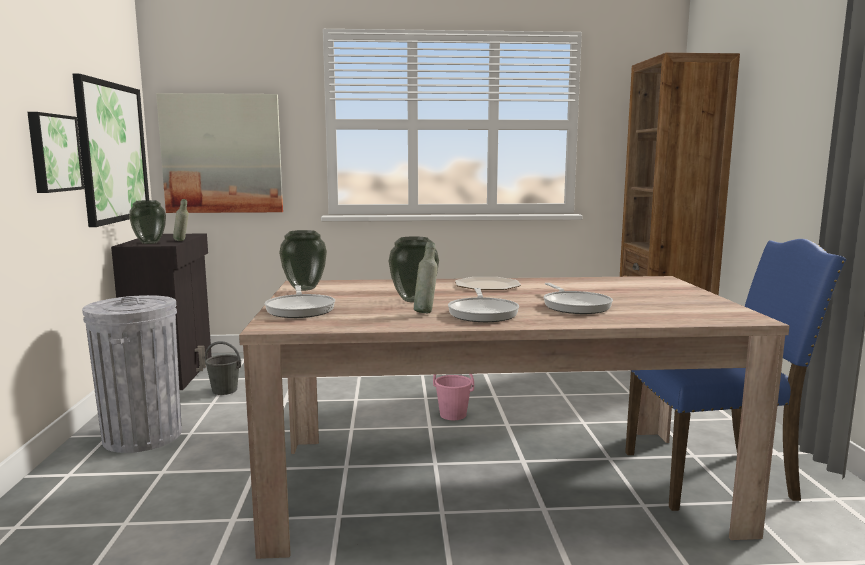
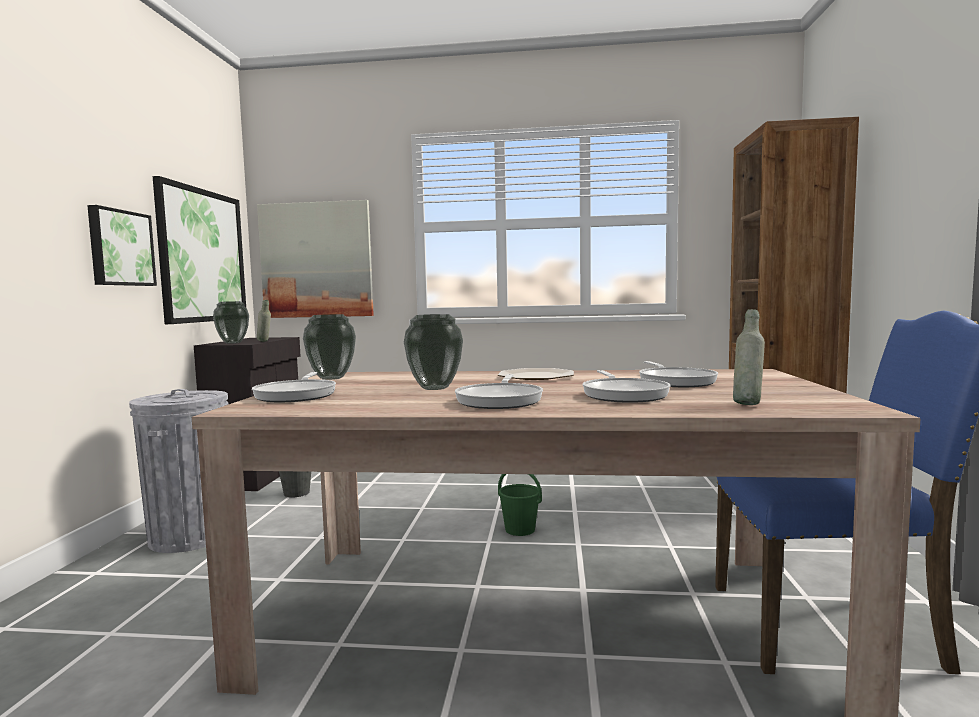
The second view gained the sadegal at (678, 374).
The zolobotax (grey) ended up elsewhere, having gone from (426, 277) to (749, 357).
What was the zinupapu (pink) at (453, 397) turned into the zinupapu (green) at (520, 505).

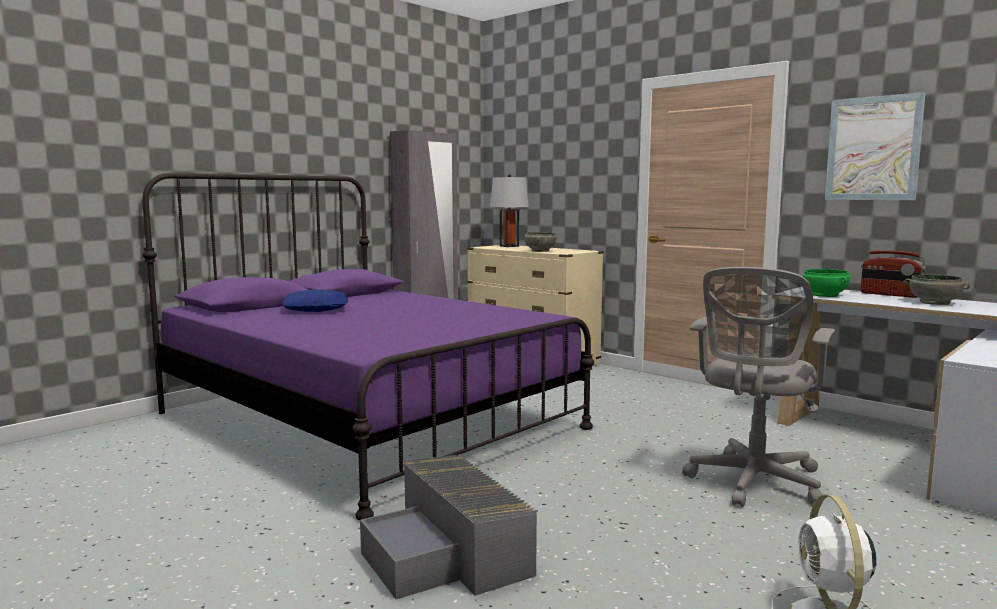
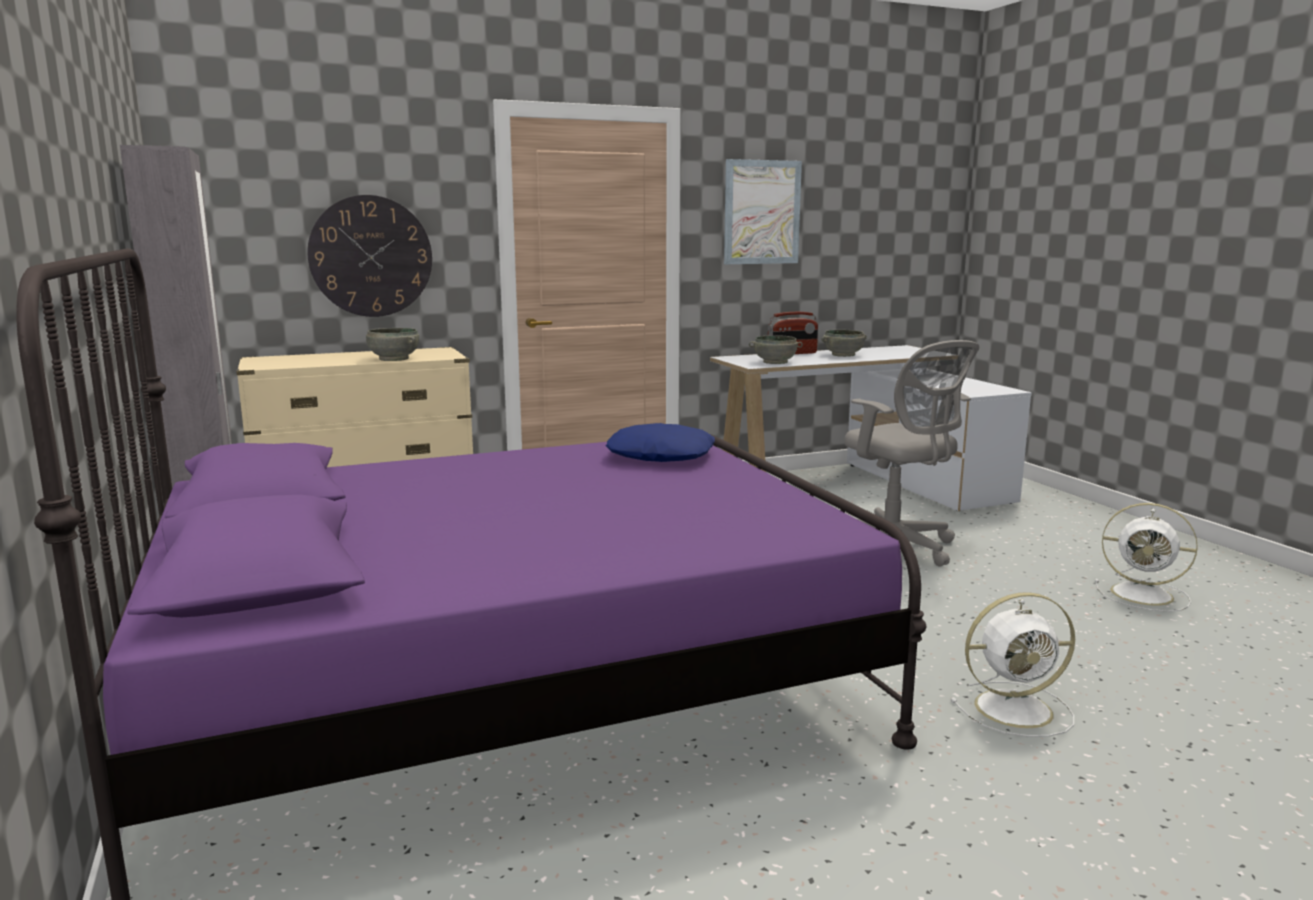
The second view lost the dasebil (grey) at (509, 210).
The second view gained the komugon at (370, 256).
The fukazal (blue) ended up elsewhere, having gone from (315, 300) to (660, 442).
Where the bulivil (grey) stood at (449, 527), the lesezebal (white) came to stand at (1012, 664).
What was the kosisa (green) at (826, 283) turned into the kosisa (grey) at (776, 349).

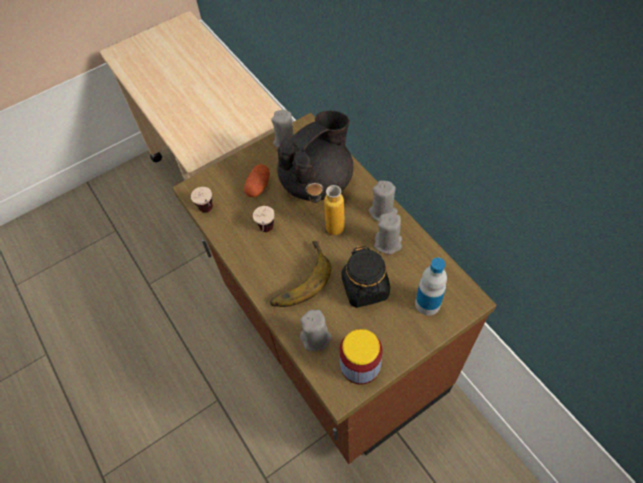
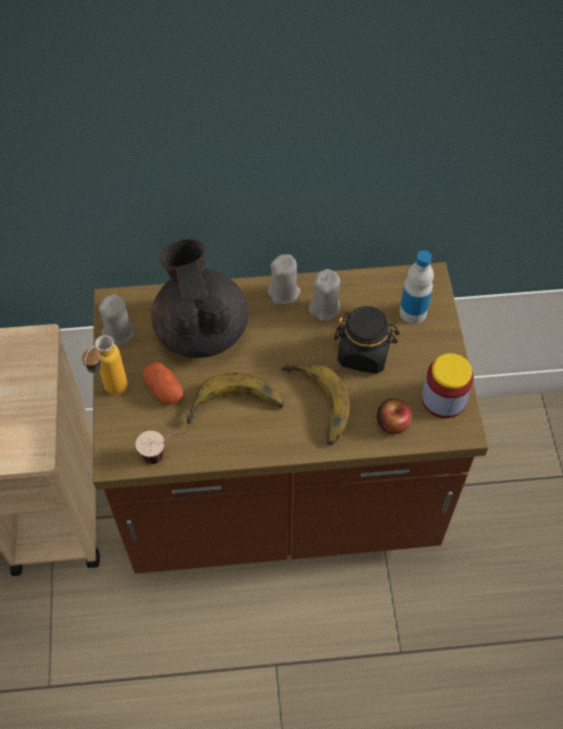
The zolobotax ended up elsewhere, having gone from (325, 209) to (104, 364).
Where the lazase stood at (264, 219), the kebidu came to stand at (235, 398).
Where the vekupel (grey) stood at (316, 330), the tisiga came to stand at (394, 416).

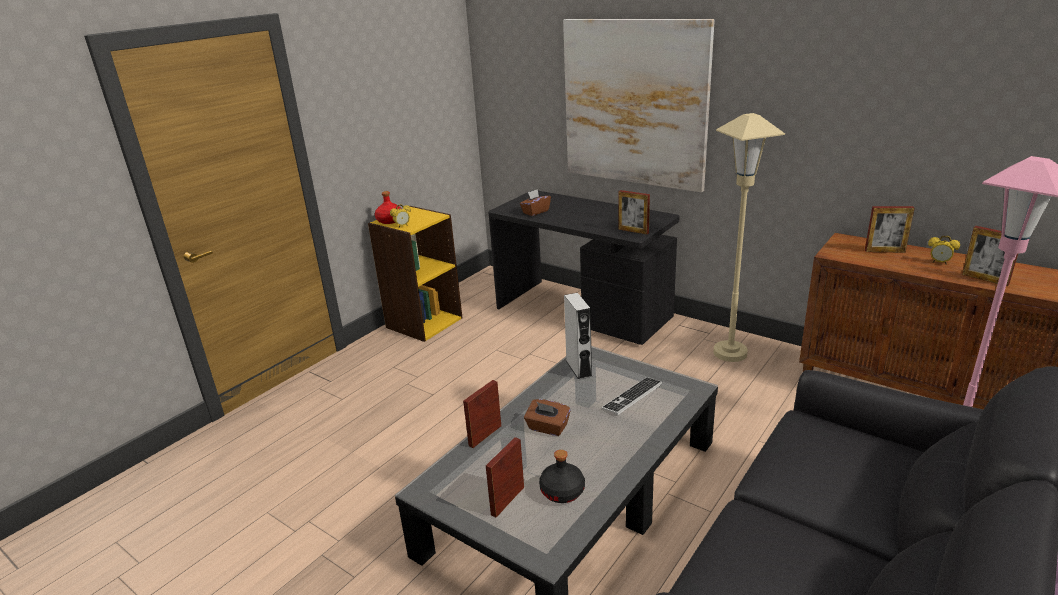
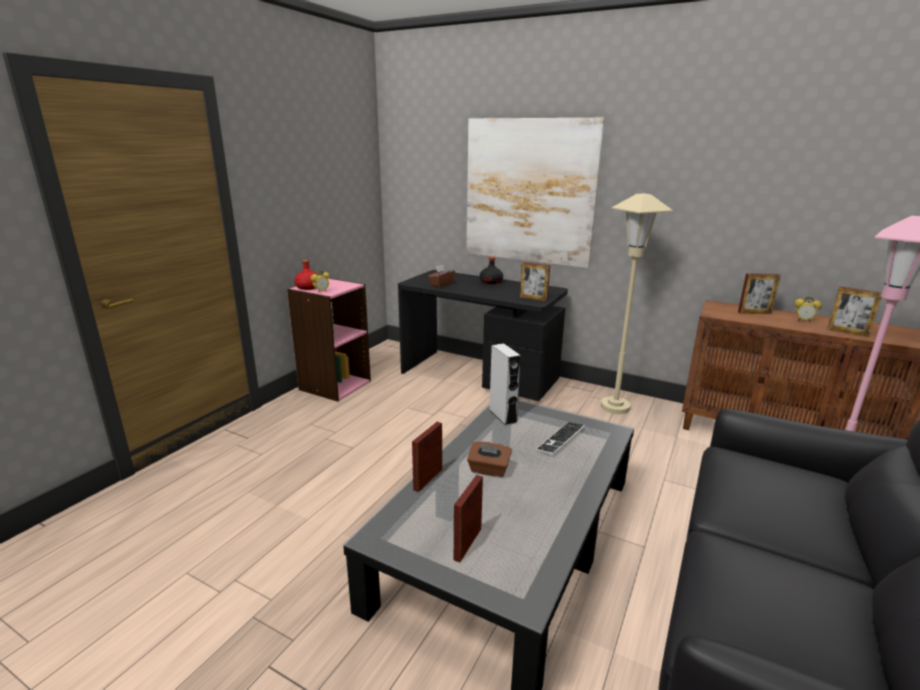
The zolobotax (black) ended up elsewhere, having gone from (562, 476) to (491, 270).
What was the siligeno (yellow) at (415, 274) turned into the siligeno (pink) at (329, 340).

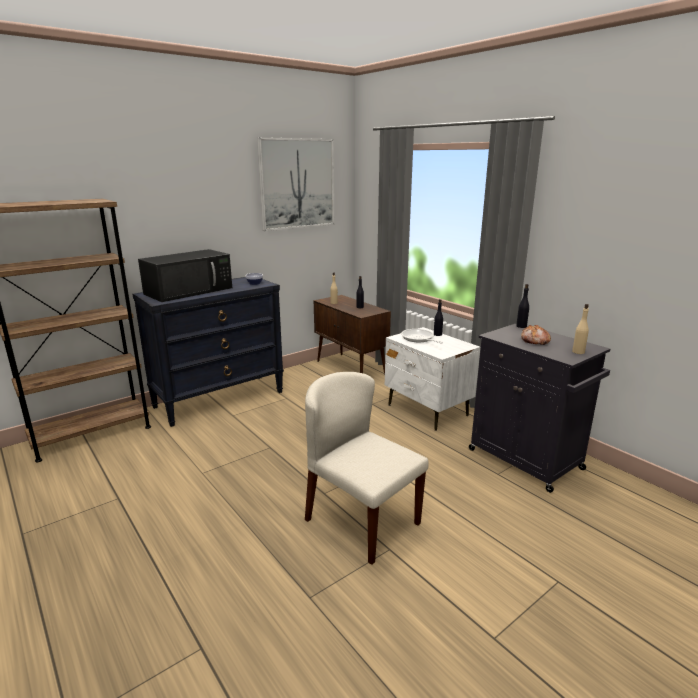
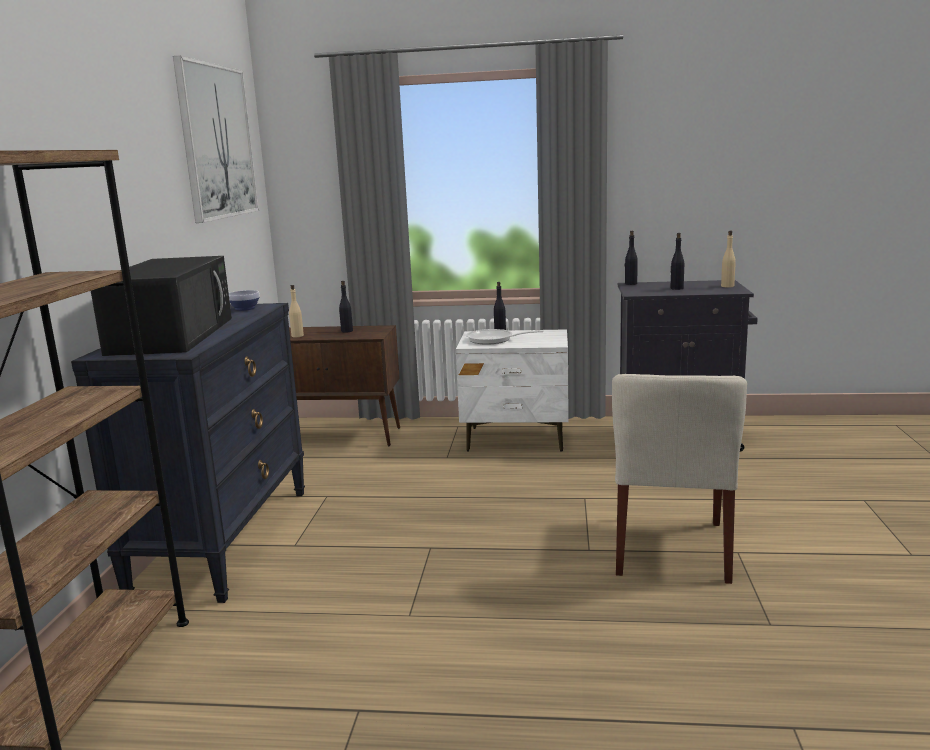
Where the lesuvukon stood at (536, 335), the zolobotax (black) came to stand at (677, 261).
The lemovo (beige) at (367, 468) ended up facing another way, 75 degrees counterclockwise from before.

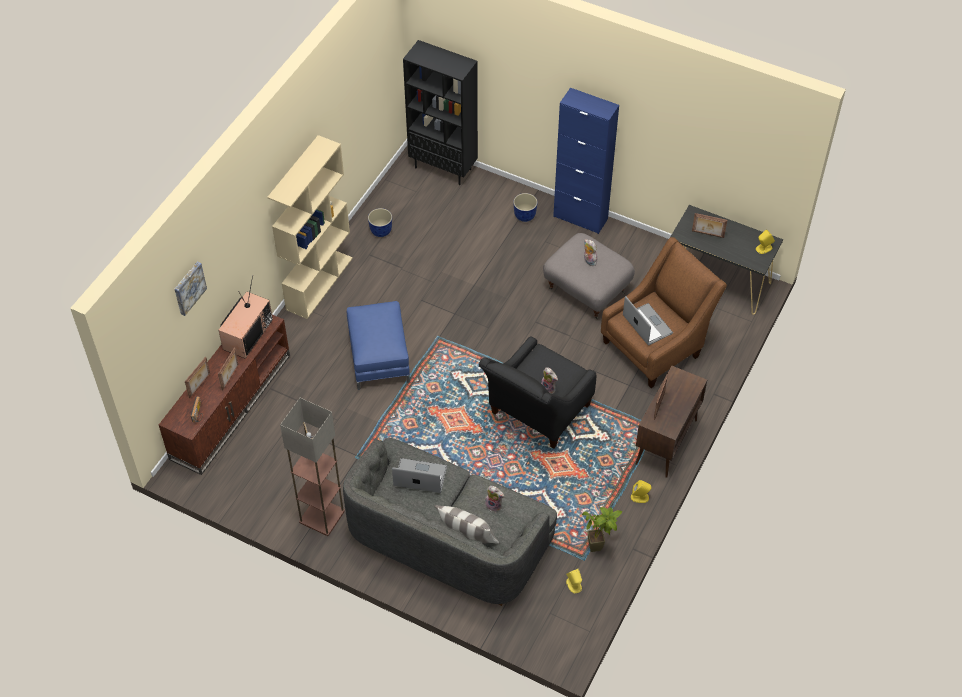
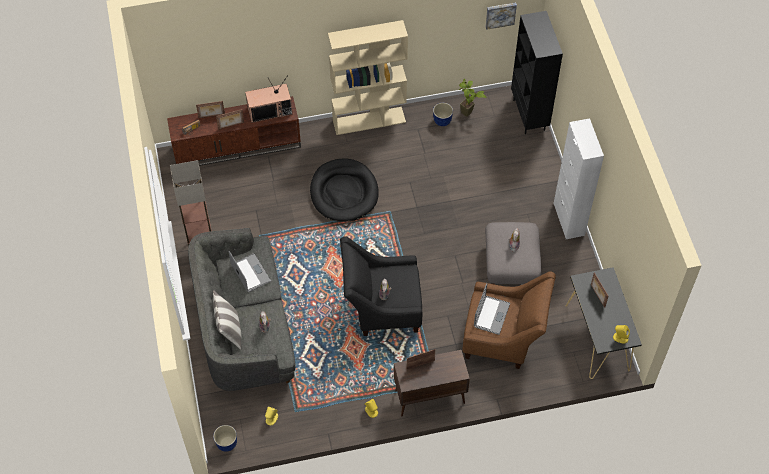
The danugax ended up elsewhere, having gone from (191, 289) to (501, 16).
The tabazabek ended up elsewhere, having gone from (525, 207) to (225, 438).
The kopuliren ended up elsewhere, having gone from (602, 529) to (473, 98).
Where the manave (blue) stood at (378, 345), the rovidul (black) came to stand at (344, 190).
What was the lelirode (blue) at (586, 161) turned into the lelirode (white) at (578, 178).

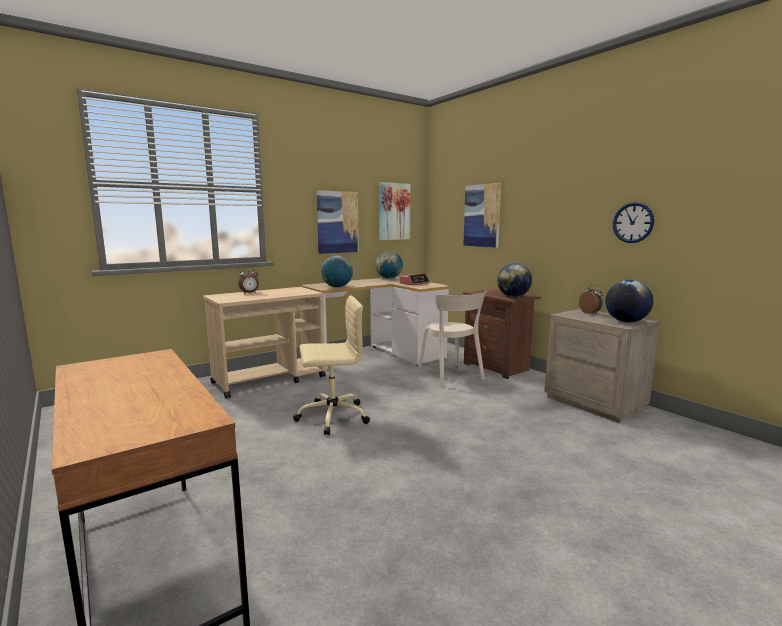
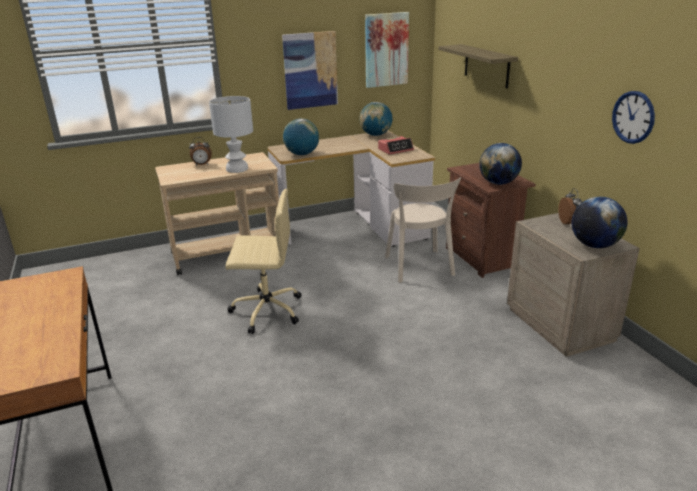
The second view gained the dasebil (white) at (231, 134).
Where the danugax hung at (482, 215), the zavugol came to hang at (478, 66).

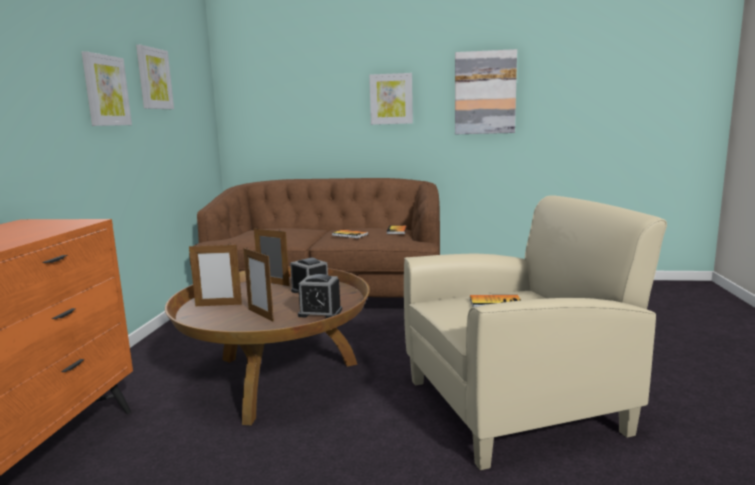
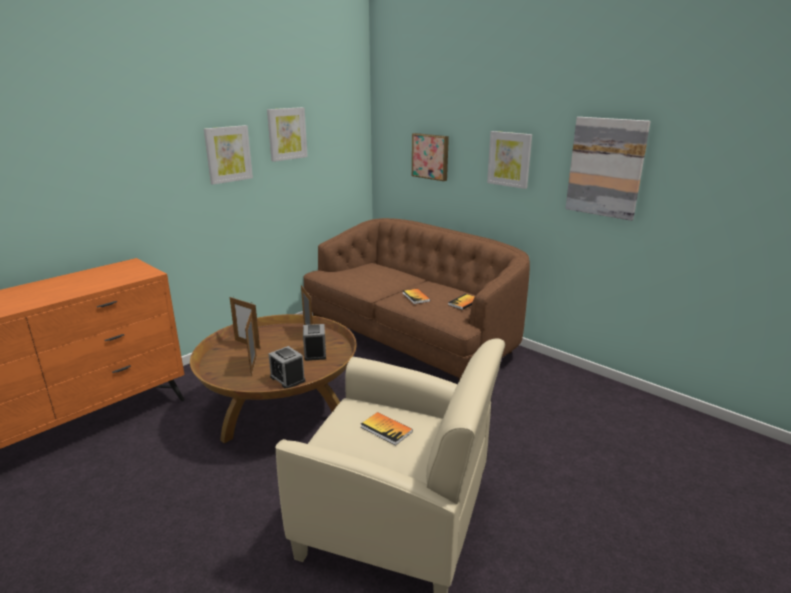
The second view gained the danugax at (430, 157).

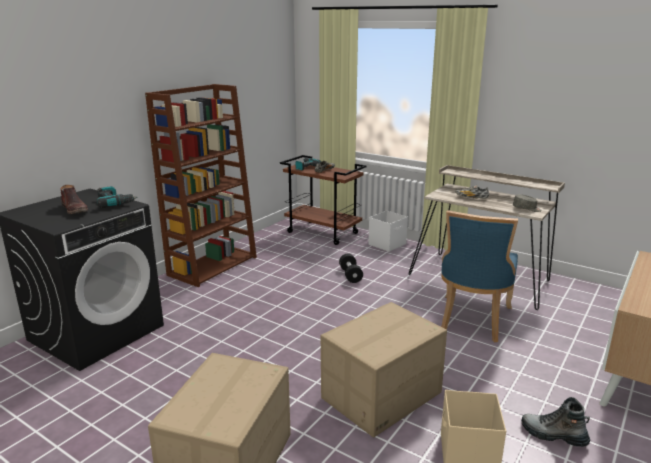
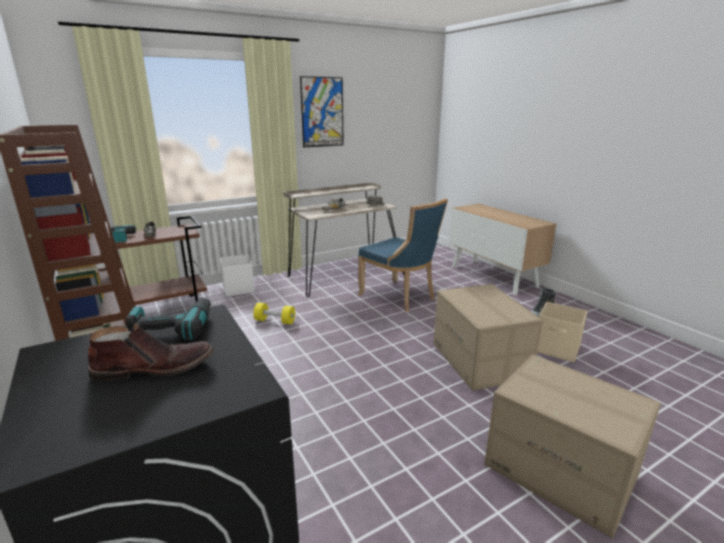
The second view gained the danugax at (322, 111).
What was the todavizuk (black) at (351, 268) turned into the todavizuk (yellow) at (274, 313).

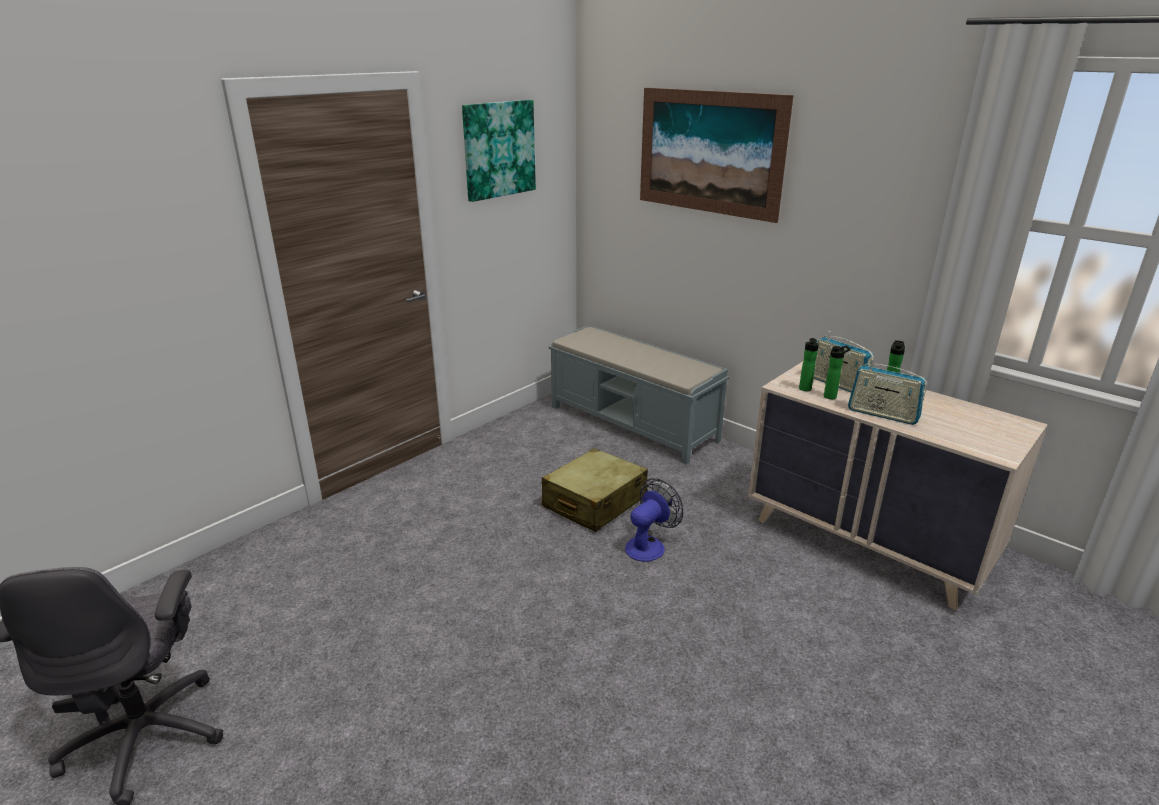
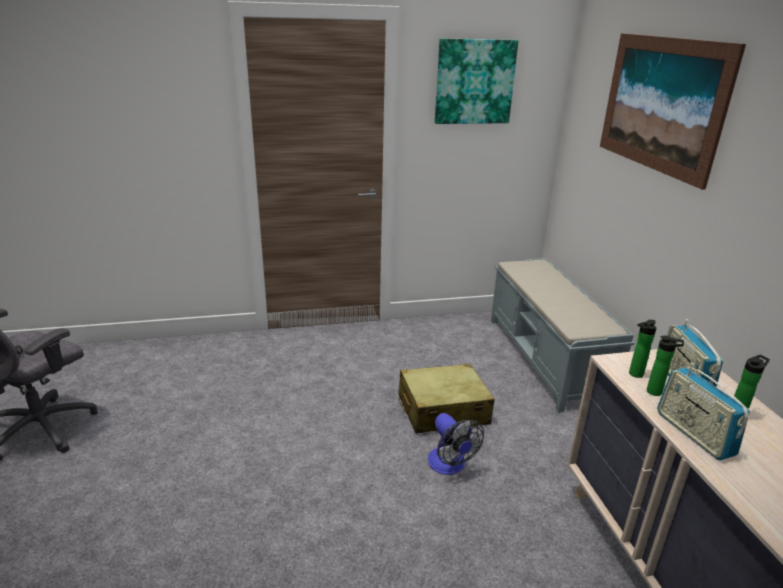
The lesezebal at (654, 520) ended up facing another way, 75 degrees clockwise from before.

